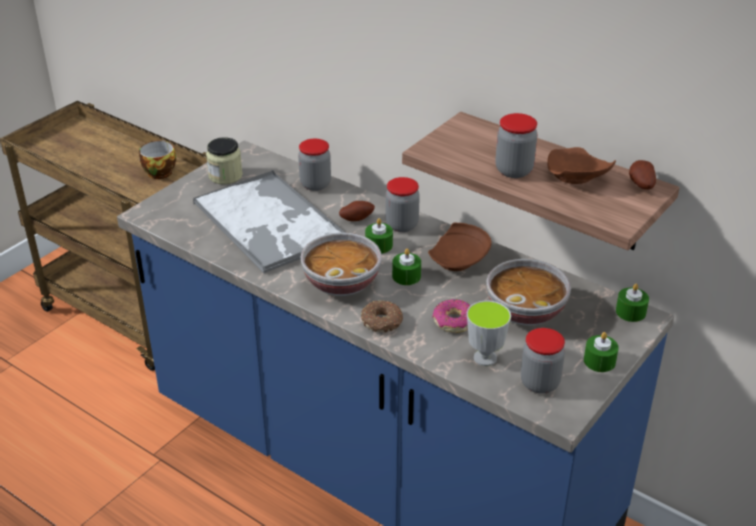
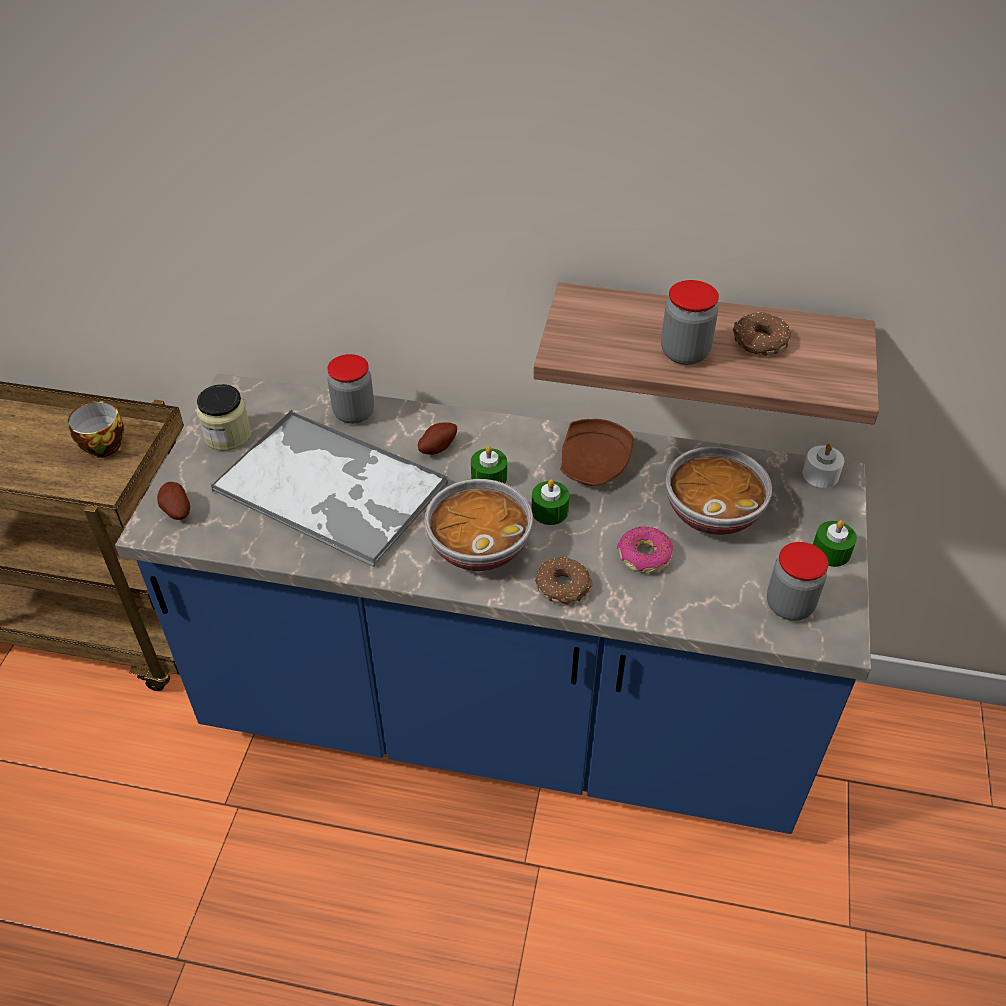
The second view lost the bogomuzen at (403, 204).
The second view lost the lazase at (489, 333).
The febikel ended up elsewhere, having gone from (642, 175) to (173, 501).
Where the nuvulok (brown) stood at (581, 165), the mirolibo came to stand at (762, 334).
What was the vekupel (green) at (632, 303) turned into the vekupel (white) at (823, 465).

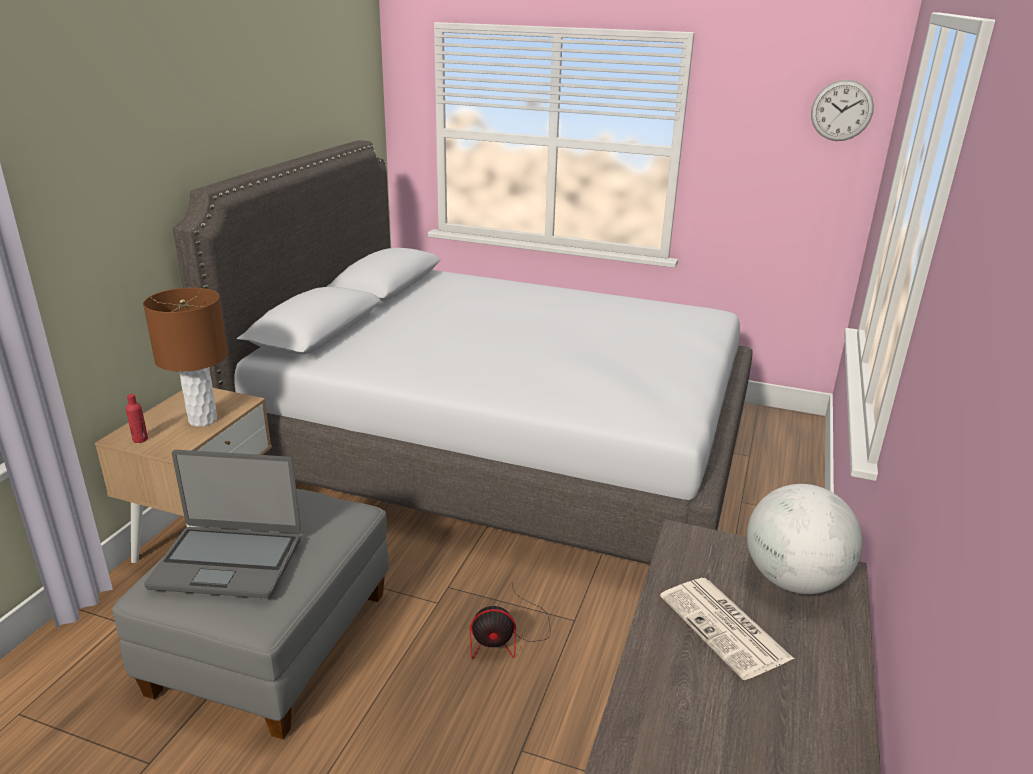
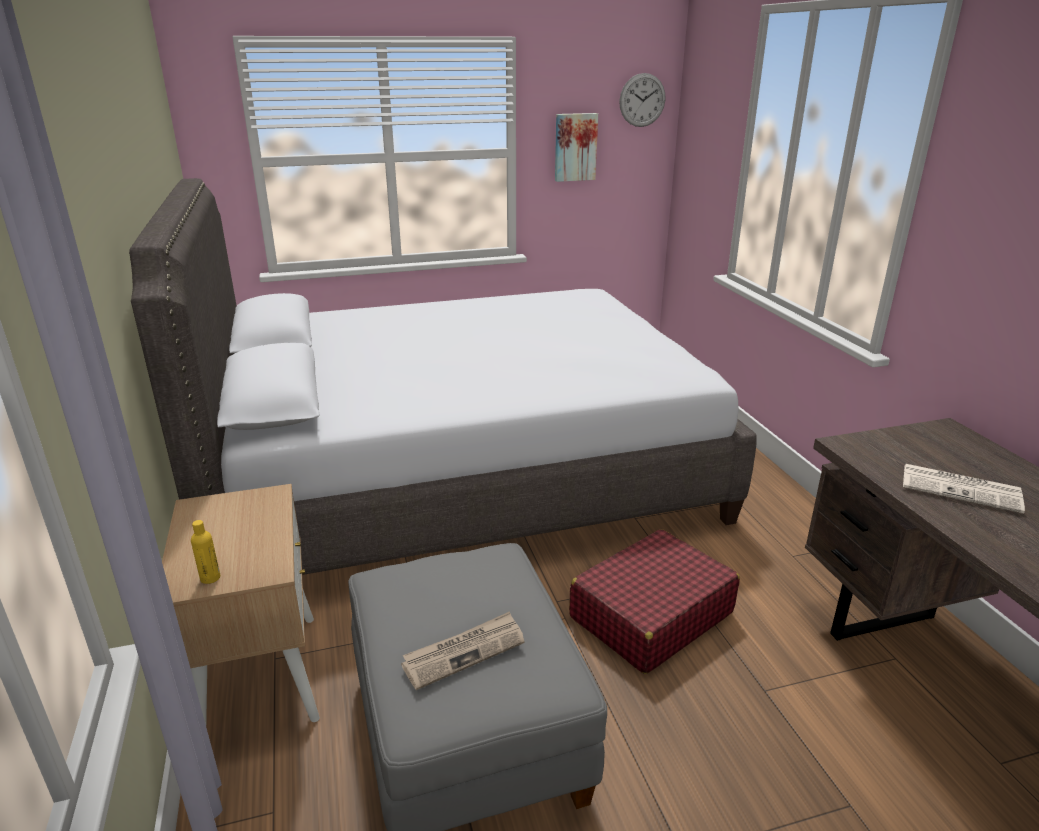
The second view lost the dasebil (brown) at (185, 357).
The second view lost the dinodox at (804, 539).
The second view gained the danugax at (576, 147).
Where the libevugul stood at (222, 524), the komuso came to stand at (463, 650).
Where the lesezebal stood at (510, 620), the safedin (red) came to stand at (654, 601).
What was the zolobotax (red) at (137, 418) turned into the zolobotax (yellow) at (205, 552).

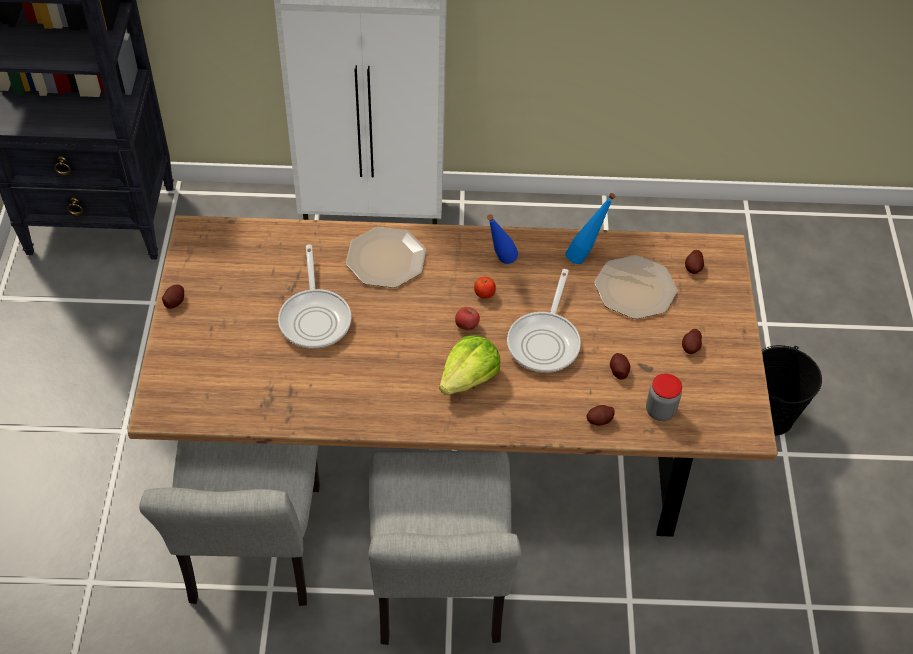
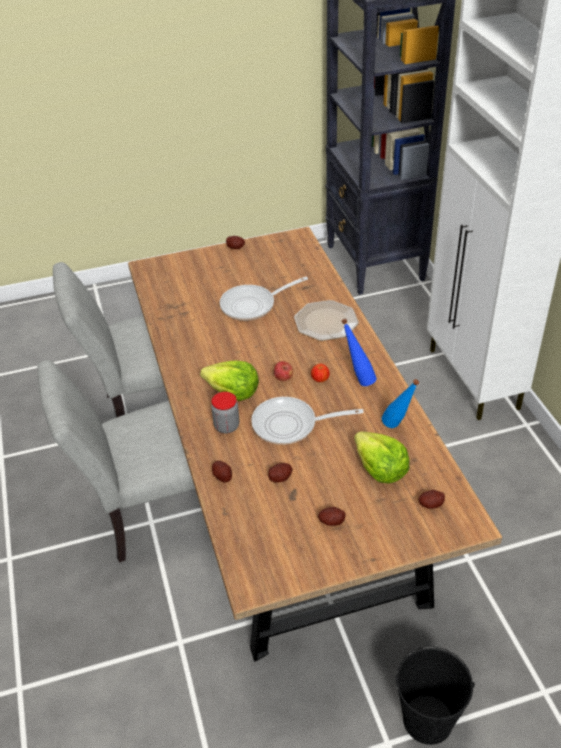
The bogomuzen ended up elsewhere, having gone from (664, 397) to (225, 413).
Where the nuvulok stood at (636, 287), the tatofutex came to stand at (382, 457).

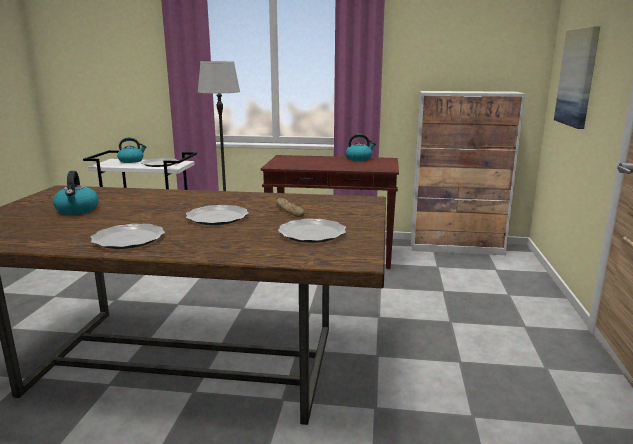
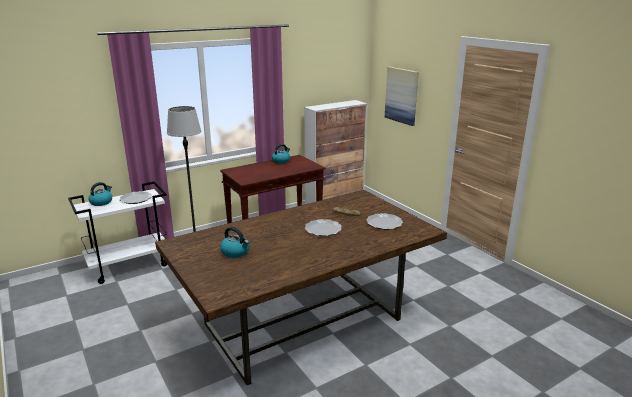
The second view lost the nuvulok at (127, 236).

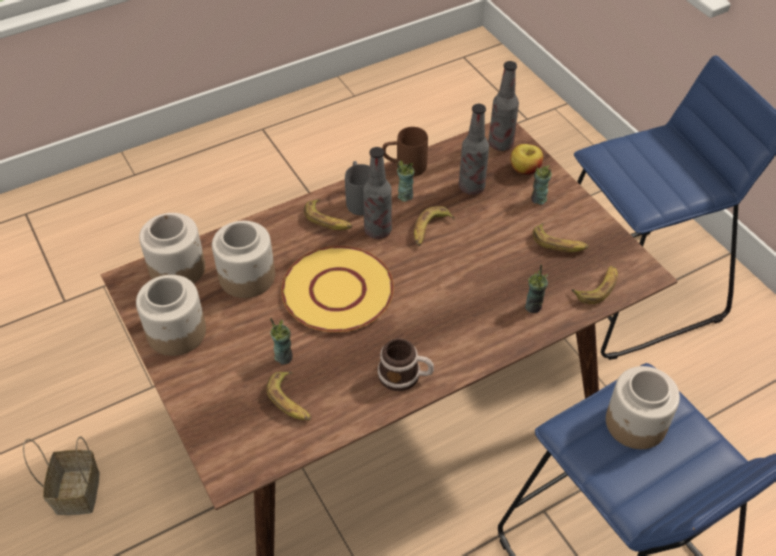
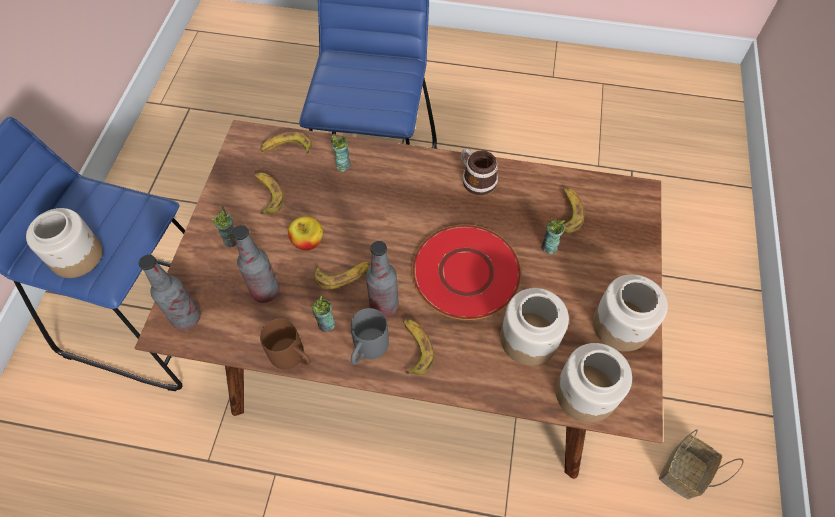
The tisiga ended up elsewhere, having gone from (526, 159) to (305, 233).
The bogomuzen ended up elsewhere, having gone from (643, 407) to (64, 243).
What was the nuvulok (yellow) at (337, 289) turned into the nuvulok (red) at (466, 272).

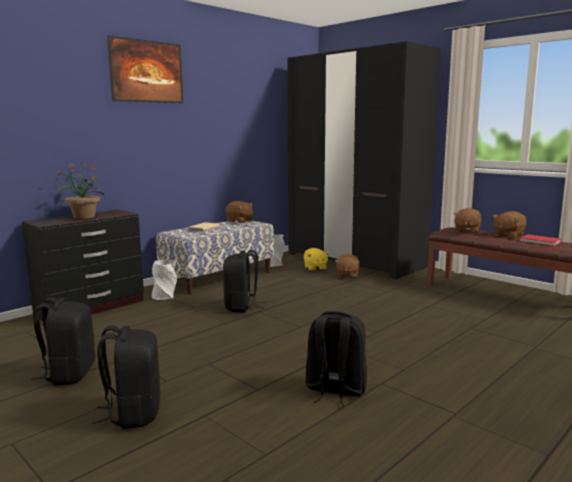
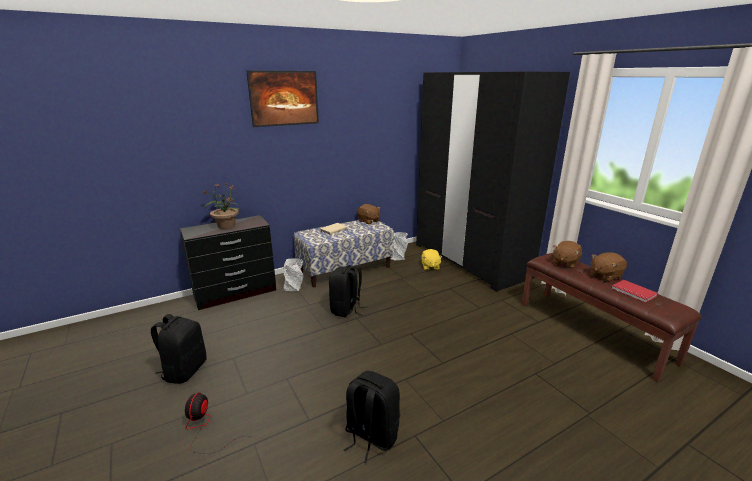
The second view lost the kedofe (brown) at (347, 266).
Where the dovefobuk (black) stood at (126, 377), the lesezebal came to stand at (219, 423).

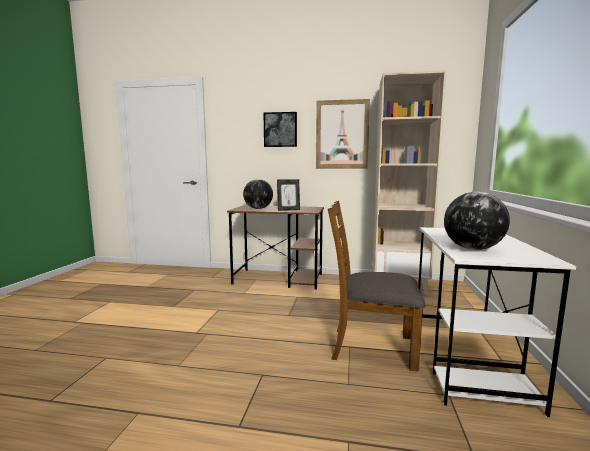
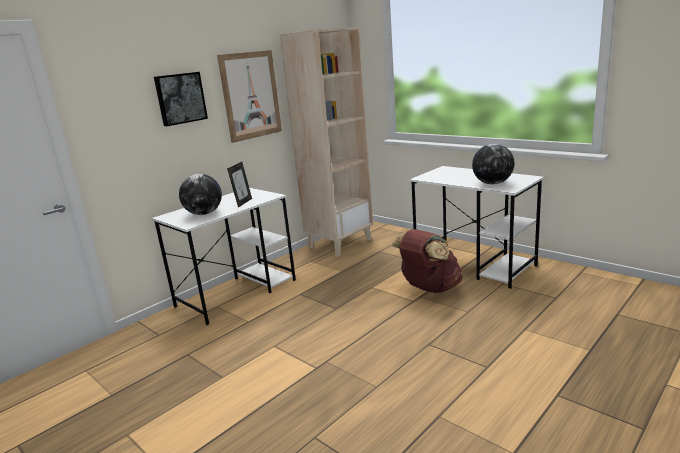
Where the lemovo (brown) stood at (377, 286), the dovefobuk (brown) came to stand at (427, 261).
What was the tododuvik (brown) at (275, 247) turned into the tododuvik (white) at (223, 256).

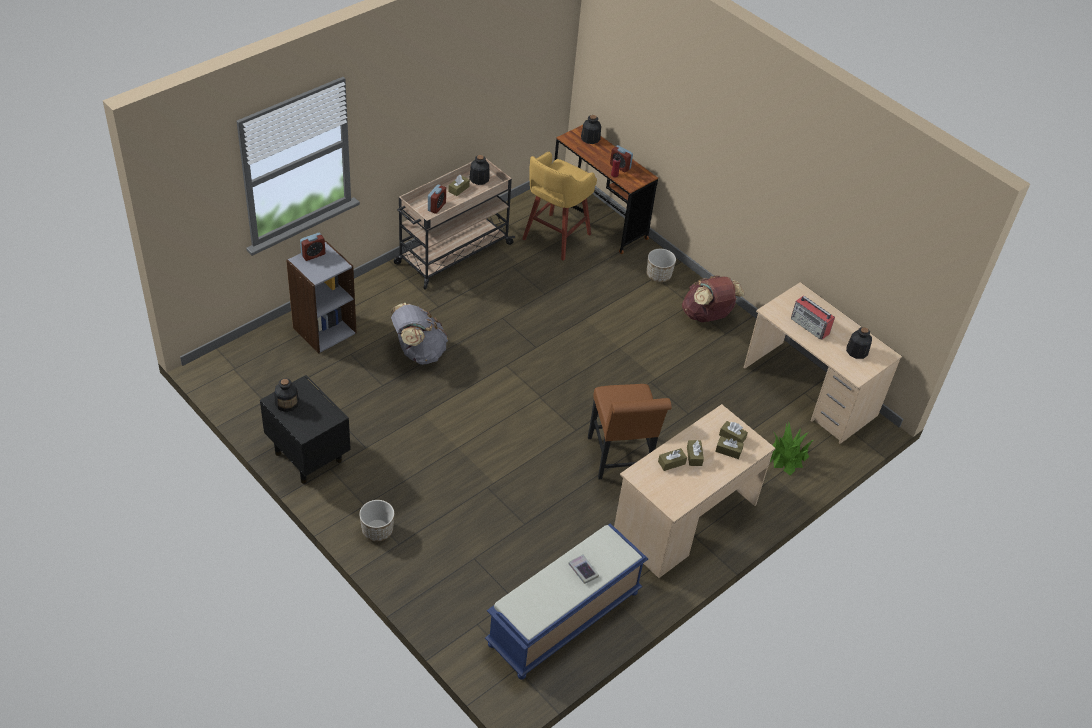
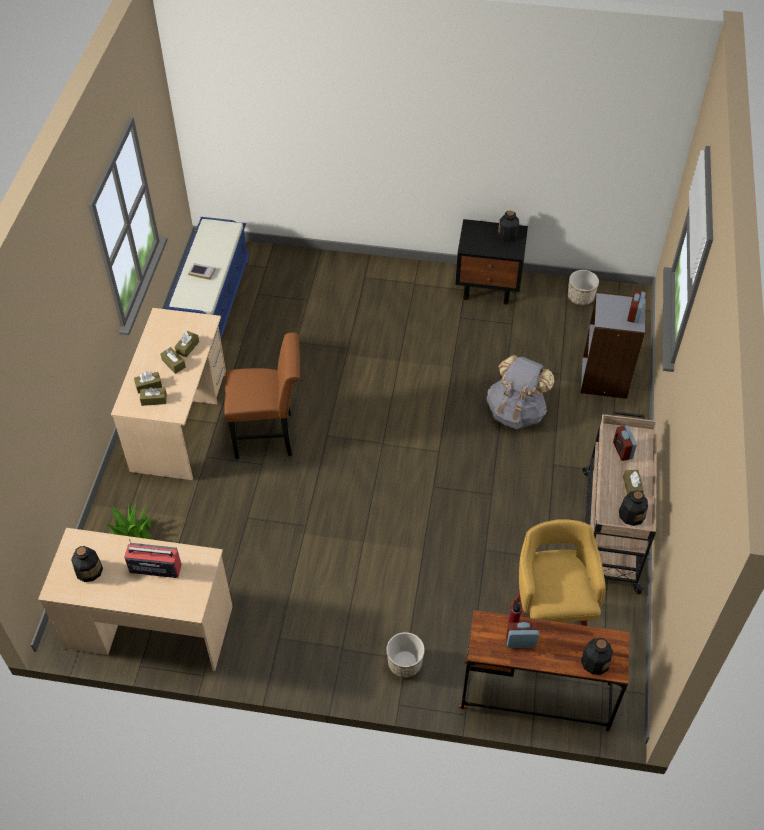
The second view lost the dovefobuk (brown) at (713, 298).
The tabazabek ended up elsewhere, having gone from (376, 520) to (583, 287).
The lemovo (brown) at (630, 431) ended up facing another way, 135 degrees clockwise from before.

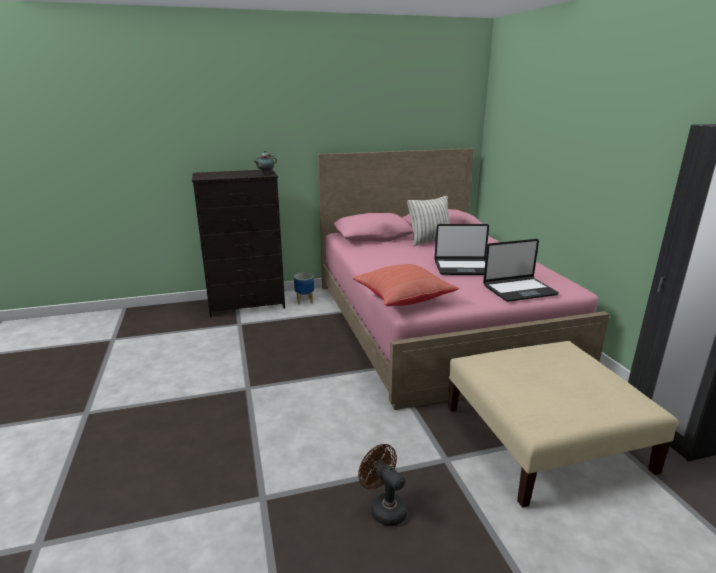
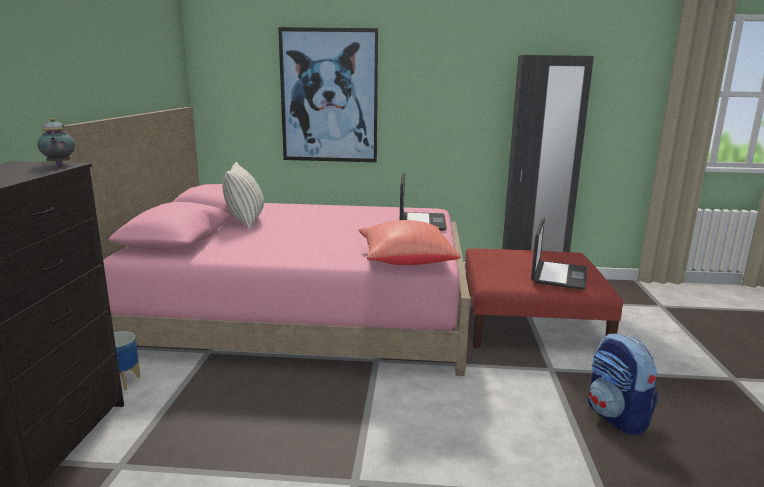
The second view gained the danugax at (328, 94).
The libevugul ended up elsewhere, having gone from (462, 249) to (559, 254).
Where the lesezebal (brown) stood at (383, 485), the dovefobuk came to stand at (623, 385).
What was the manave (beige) at (563, 424) turned into the manave (red) at (544, 298).

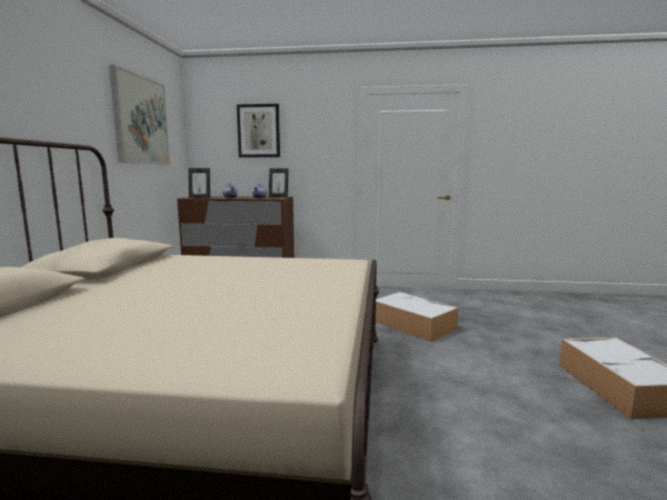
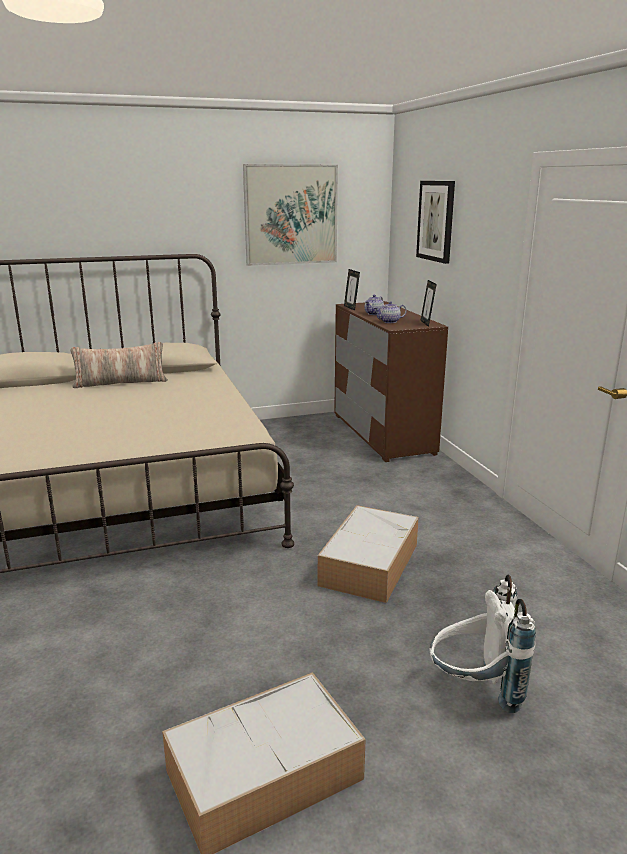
The second view gained the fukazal at (119, 365).
The second view gained the dovefobuk (white) at (483, 644).

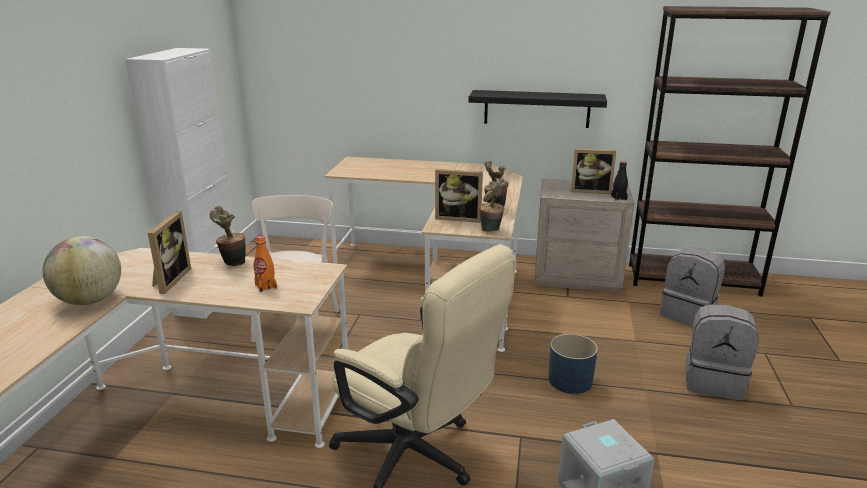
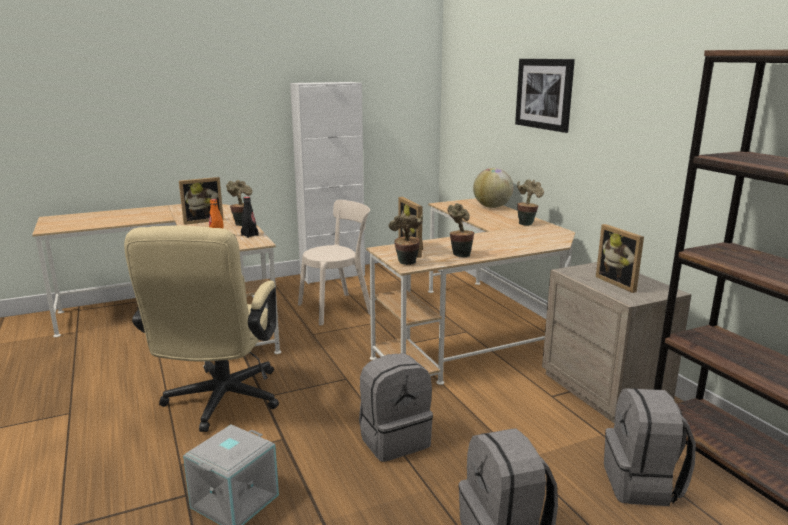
The second view lost the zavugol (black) at (538, 109).
The second view gained the danugax at (545, 96).
The second view gained the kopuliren at (530, 202).
The dinodox ended up elsewhere, having gone from (82, 270) to (493, 188).
The zolobotax (black) ended up elsewhere, having gone from (619, 181) to (249, 217).
Where the tabazabek (blue) stood at (573, 364), the dovefobuk (grey) came to stand at (396, 407).

